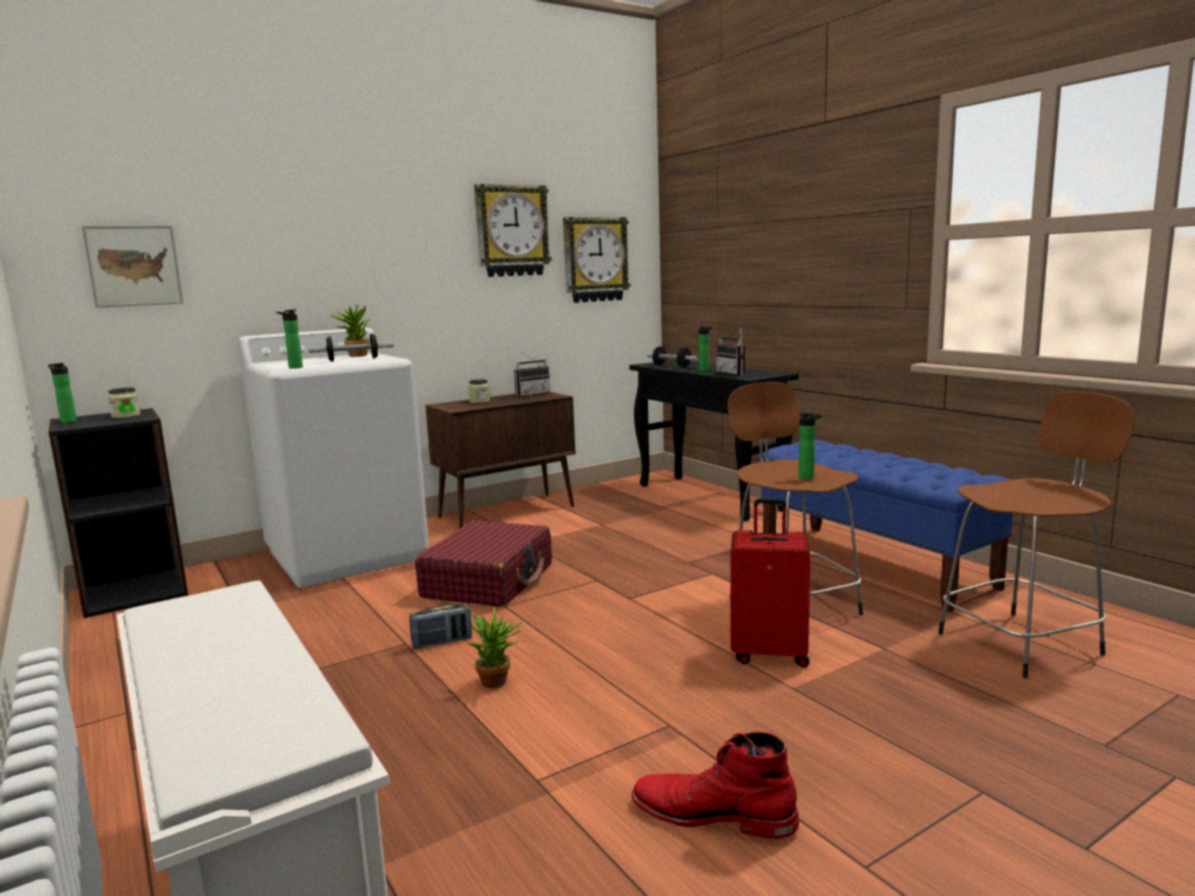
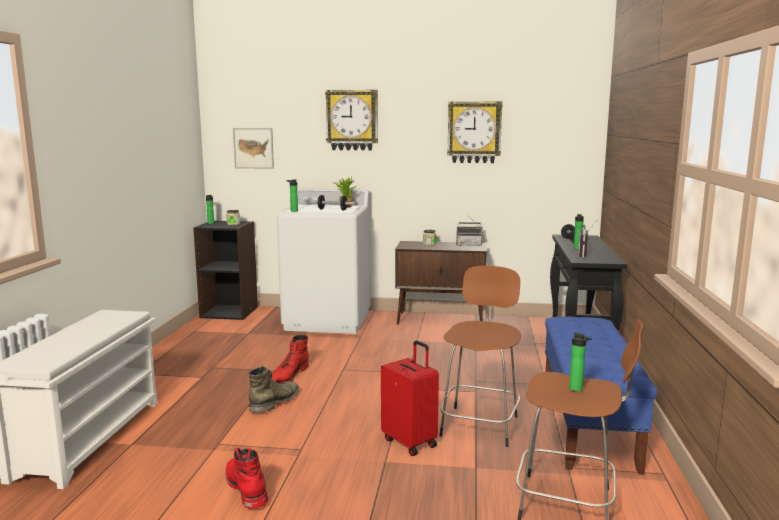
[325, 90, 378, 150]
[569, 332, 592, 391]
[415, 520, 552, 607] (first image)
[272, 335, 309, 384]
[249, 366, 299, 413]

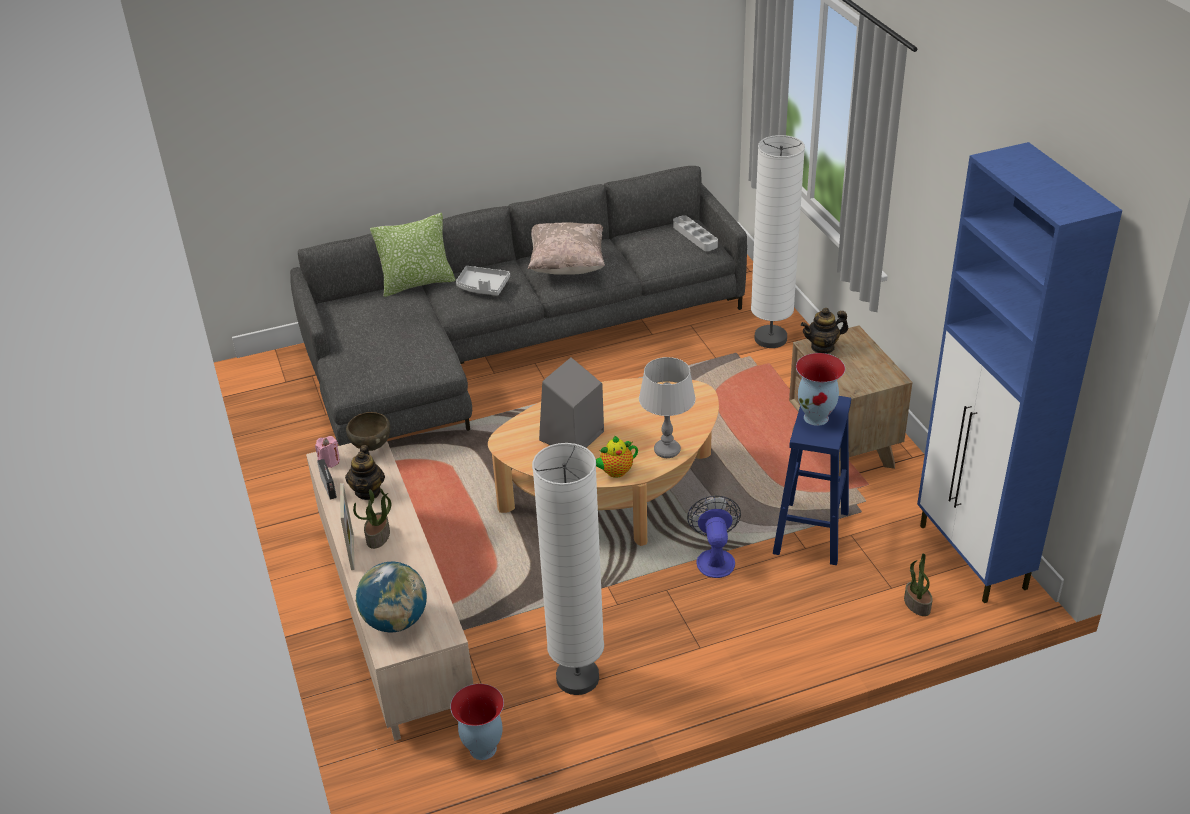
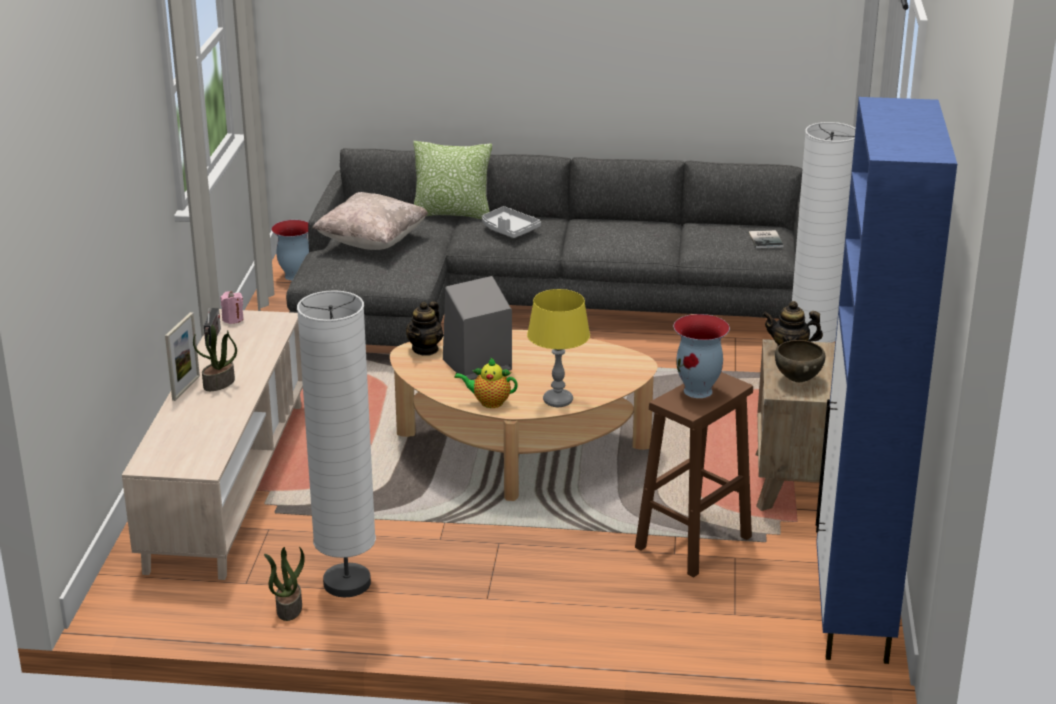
[749, 230, 783, 248]
[312, 192, 428, 250]
[527, 289, 590, 407]
[635, 372, 753, 577]
[775, 340, 825, 382]
[406, 301, 443, 356]
[687, 495, 741, 578] (first image)
[264, 547, 305, 621]
[356, 562, 427, 633] (first image)
[271, 220, 309, 281]

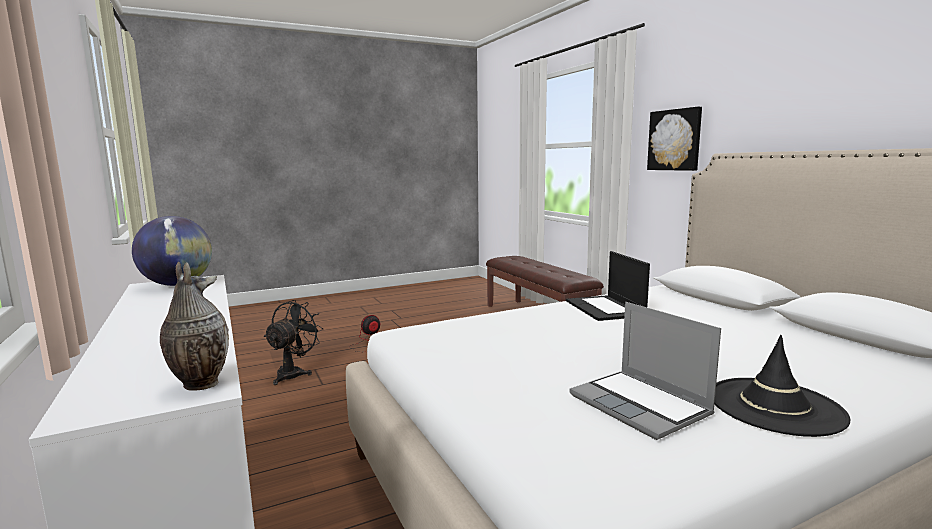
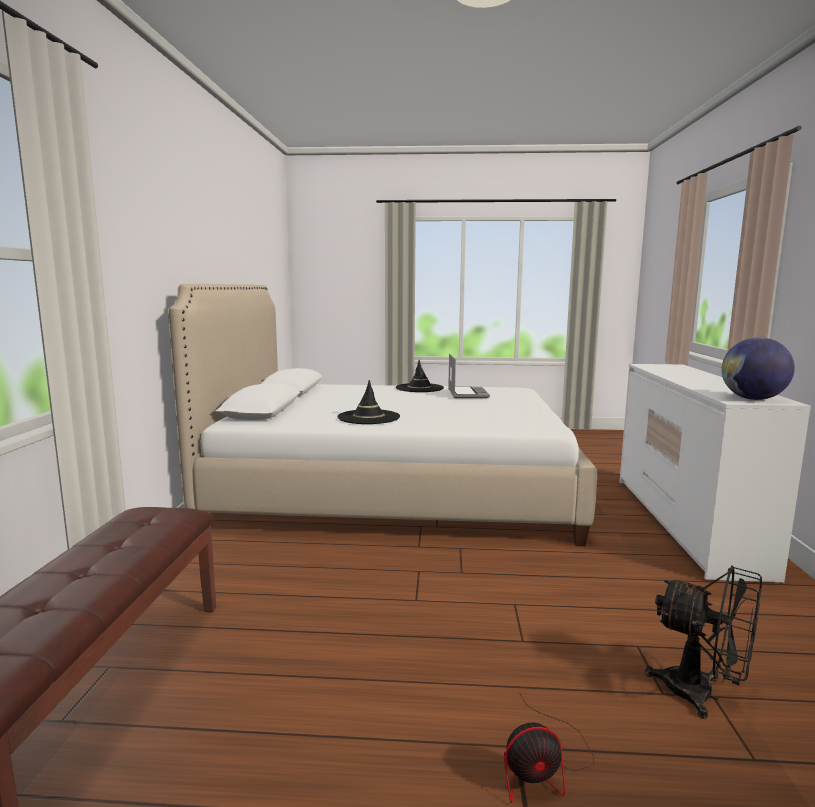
[647, 107, 702, 171] (first image)
[337, 380, 400, 424]
[160, 262, 229, 391] (first image)
[645, 566, 762, 719]

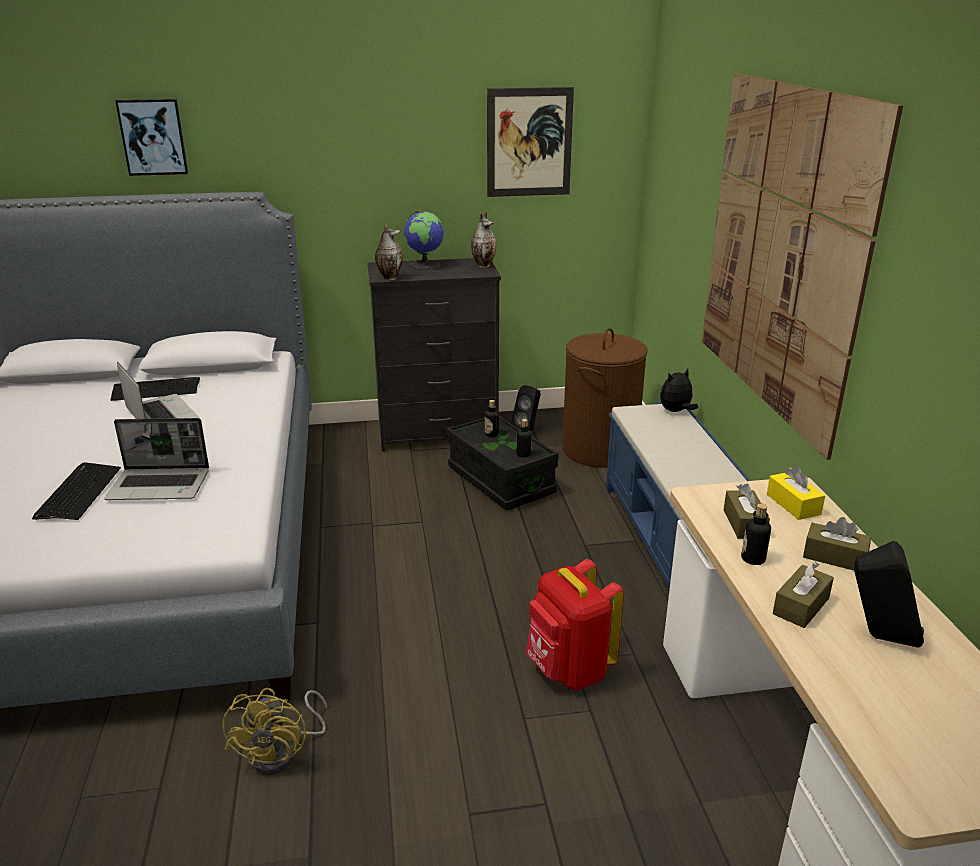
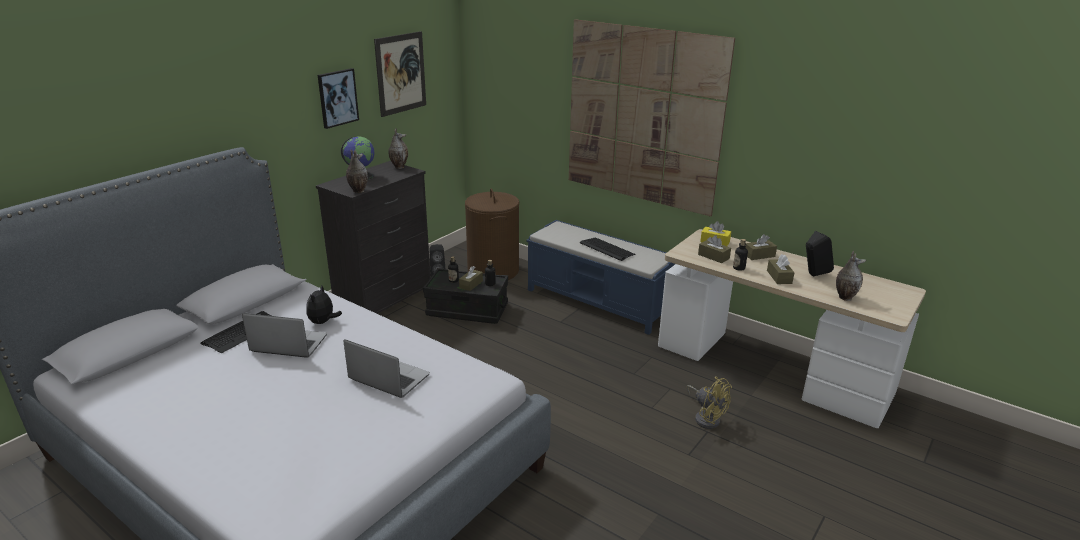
[318, 68, 359, 129]
[306, 286, 342, 324]
[343, 339, 430, 398]
[580, 237, 635, 261]
[526, 559, 624, 691] (first image)
[687, 376, 732, 429]
[836, 251, 866, 301]
[459, 266, 483, 291]

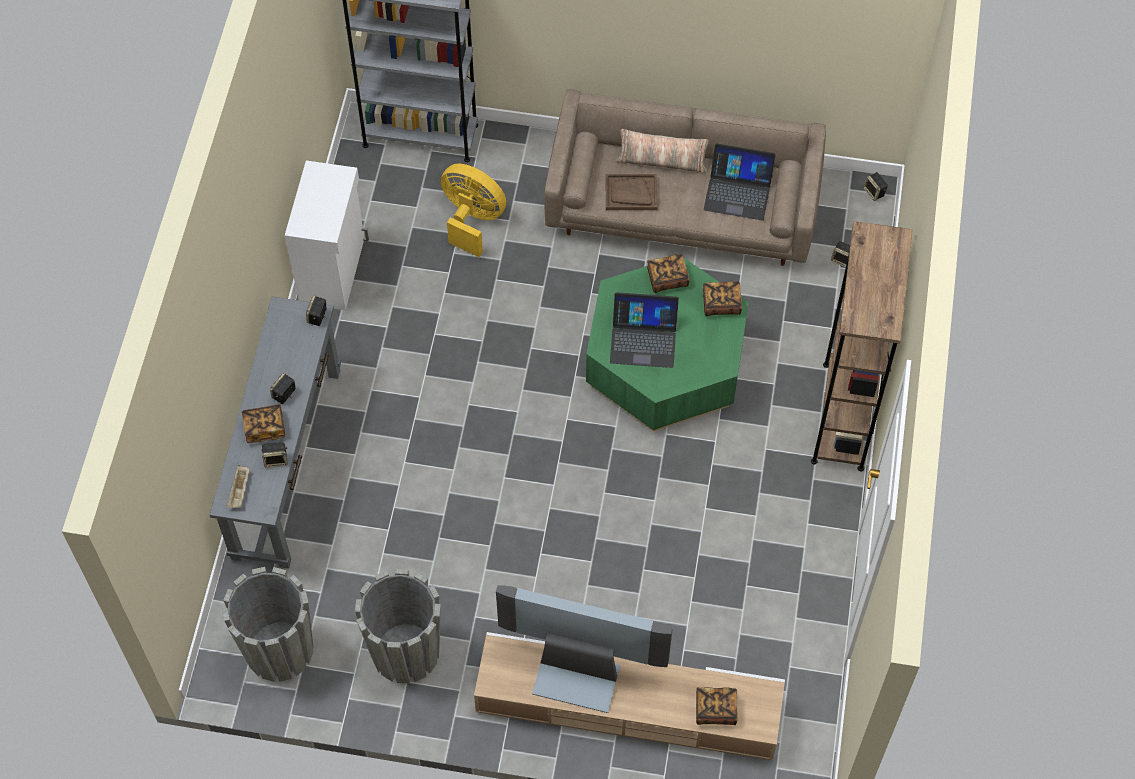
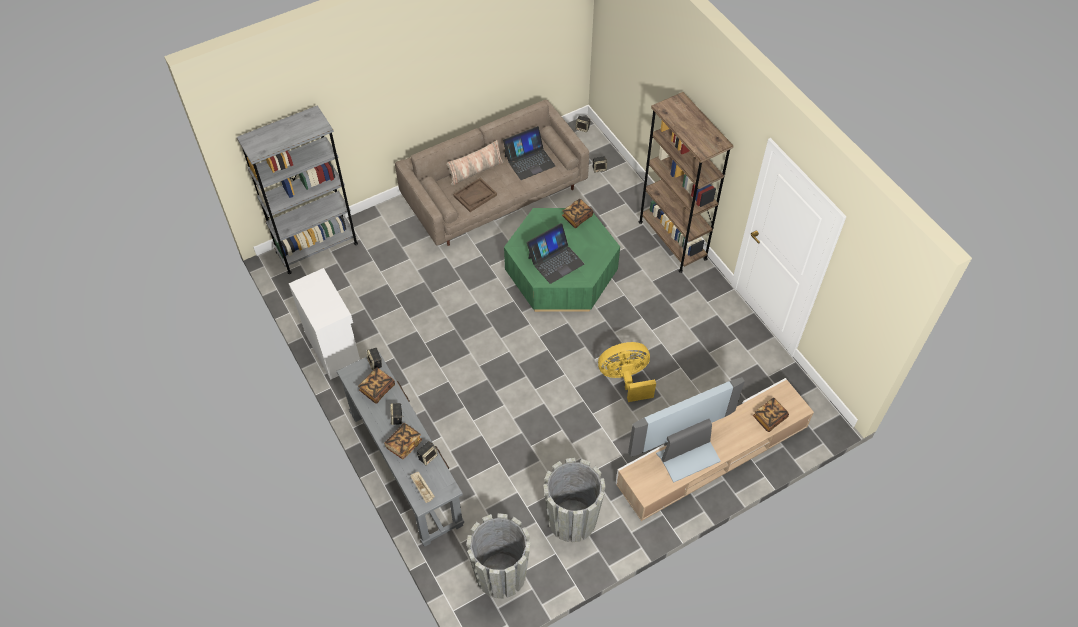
[598, 342, 656, 402]
[358, 368, 395, 404]

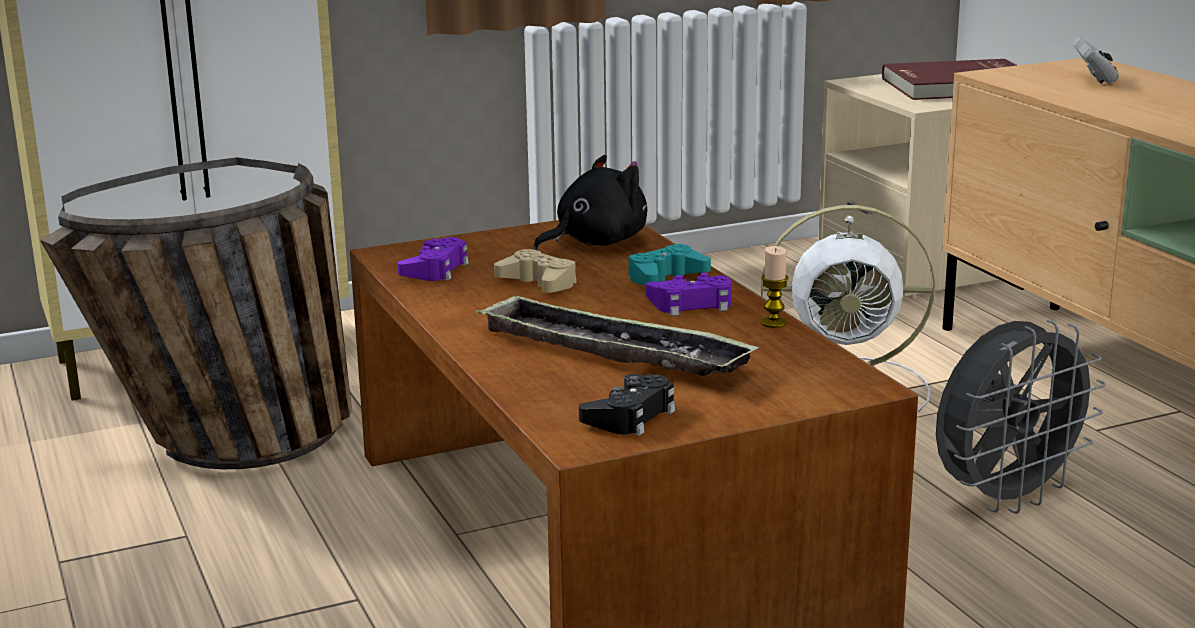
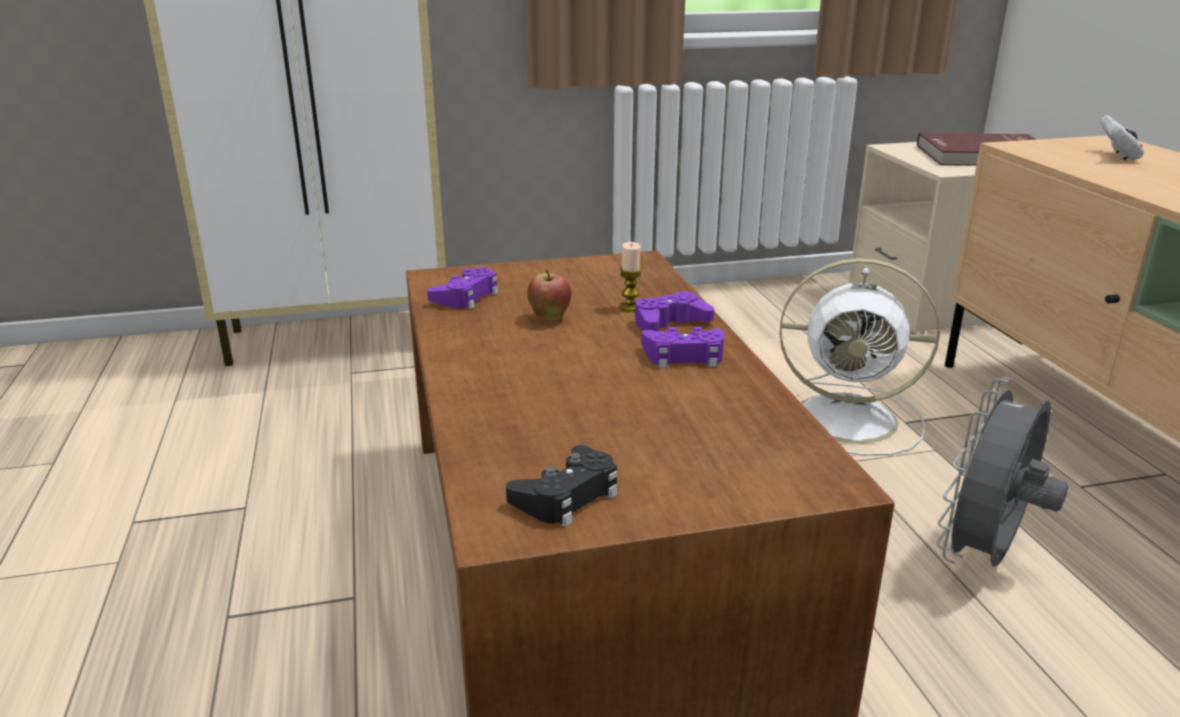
[534, 155, 647, 250] (first image)
[40, 157, 352, 469] (first image)
[635, 291, 714, 332]
[619, 242, 642, 312]
[527, 269, 571, 320]
[476, 294, 759, 376] (first image)
[936, 377, 1068, 567]

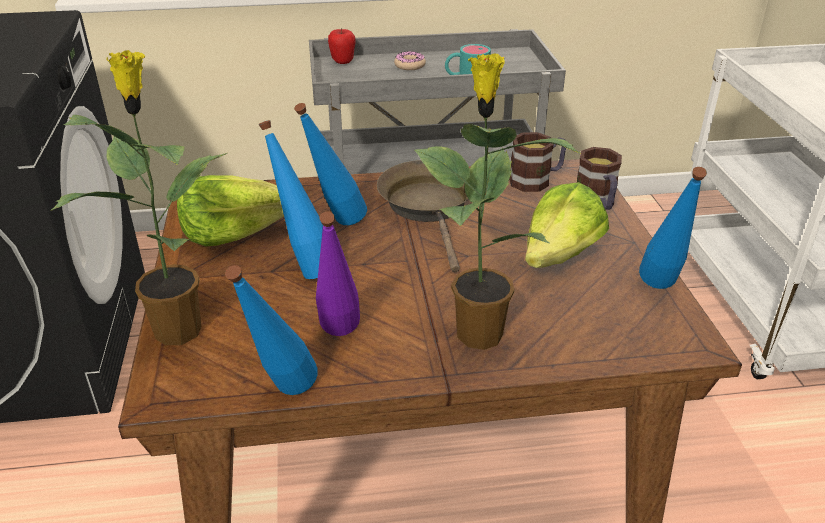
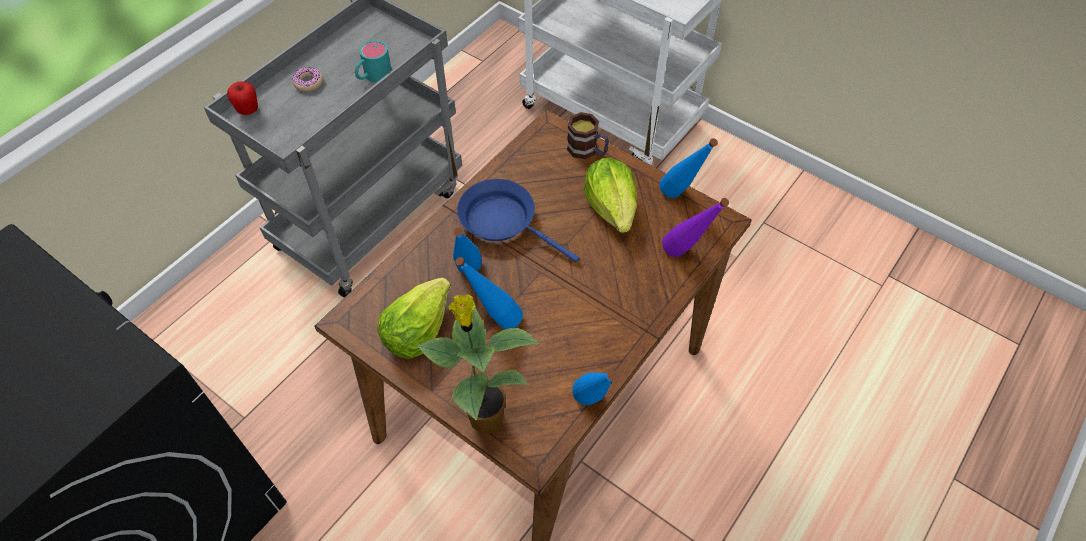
[414, 53, 582, 350] (first image)
[509, 132, 566, 192] (first image)
[457, 179, 580, 262]
[662, 198, 729, 257]

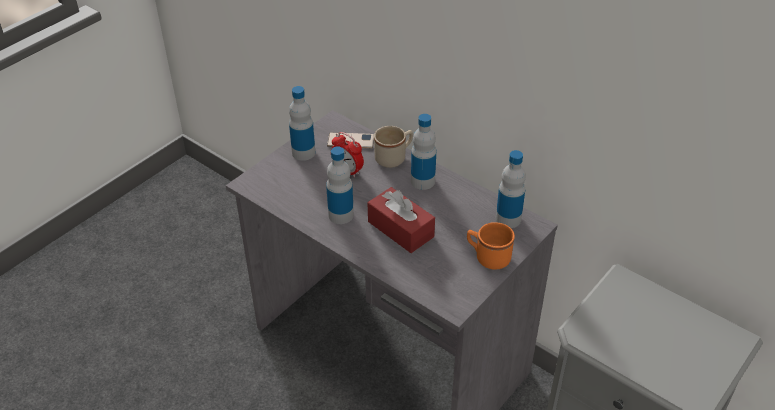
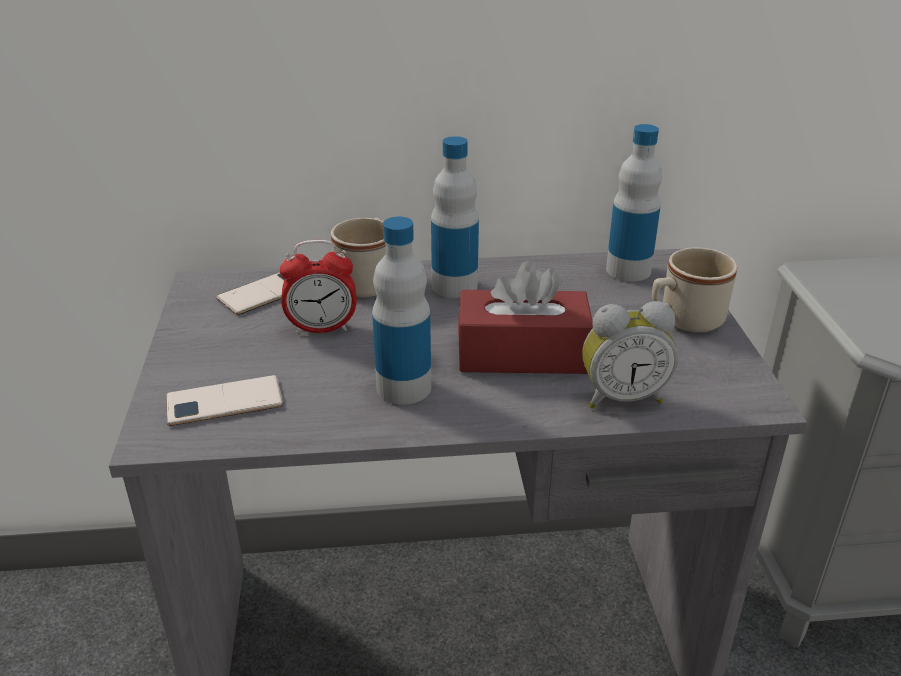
[289, 86, 315, 161] (first image)
[652, 247, 737, 333]
[582, 301, 678, 409]
[166, 375, 283, 426]

